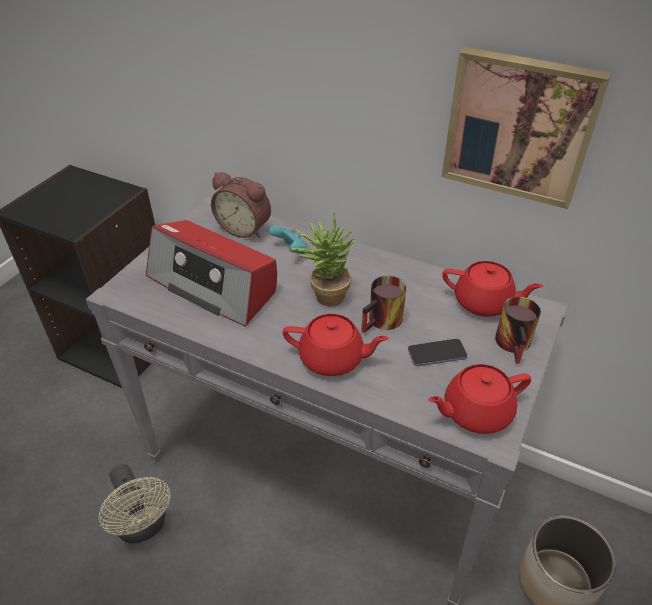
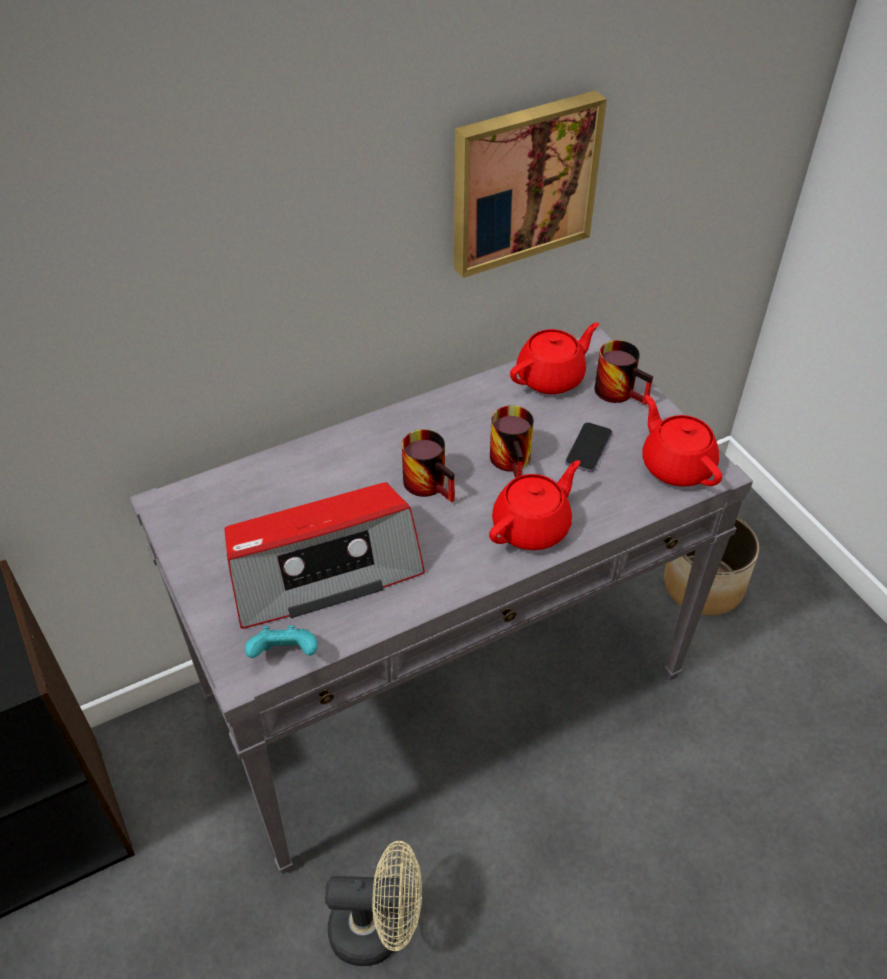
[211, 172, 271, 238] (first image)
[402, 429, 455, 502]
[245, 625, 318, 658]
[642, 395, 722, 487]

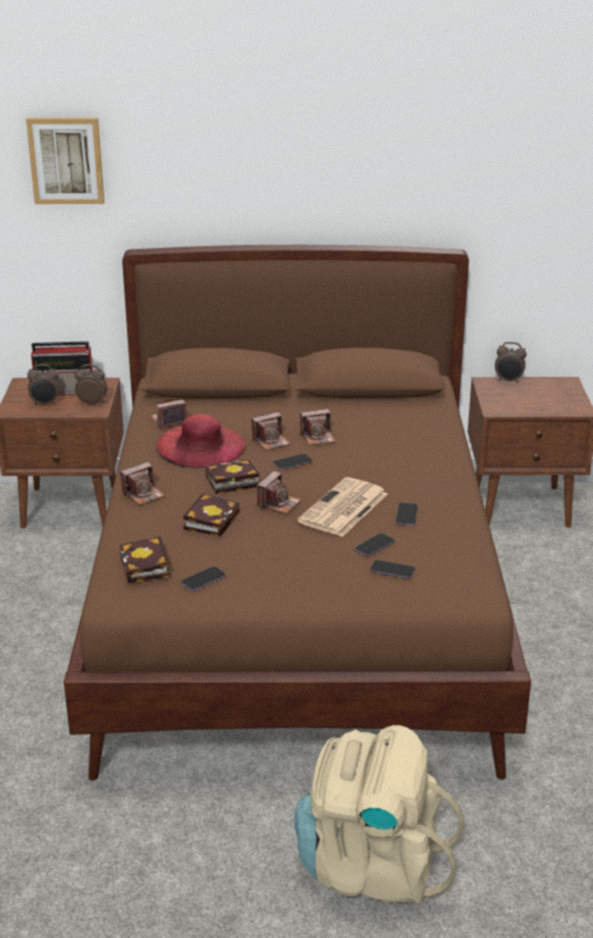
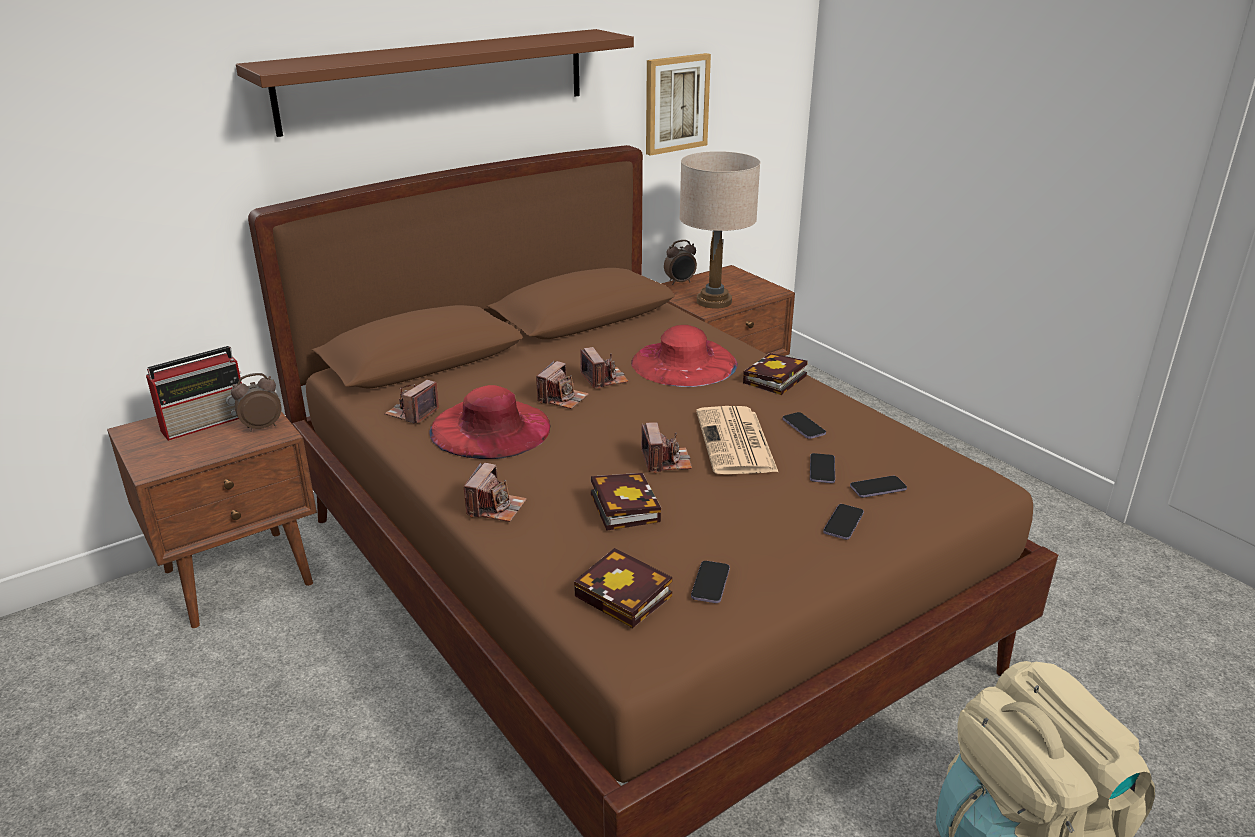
[646, 53, 711, 156]
[27, 364, 59, 406] (first image)
[580, 347, 629, 389]
[823, 504, 864, 540]
[743, 353, 808, 395]
[236, 29, 634, 137]
[679, 151, 760, 309]
[631, 325, 738, 387]

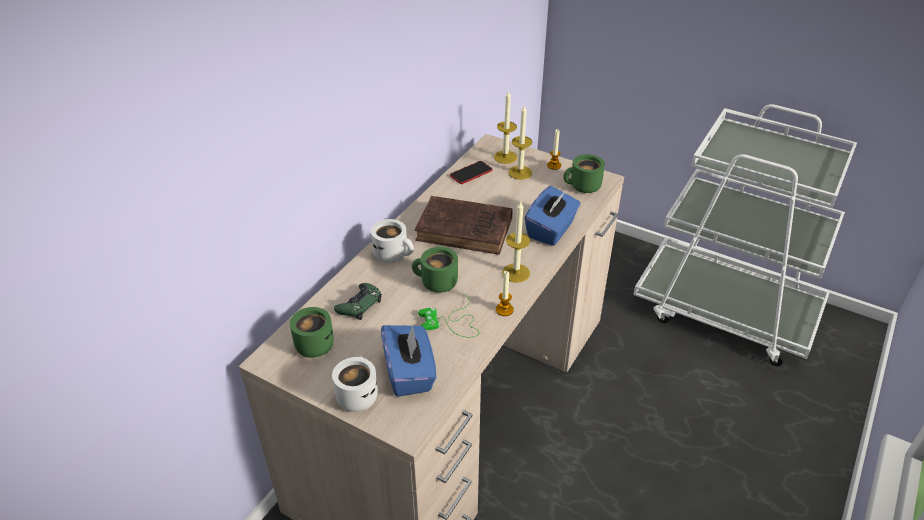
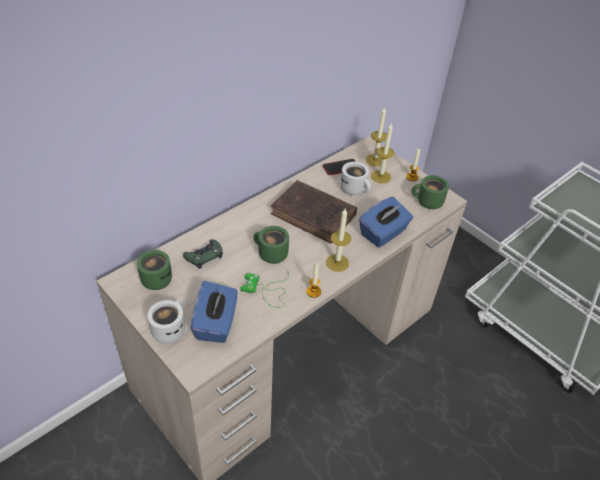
[340, 162, 371, 195]

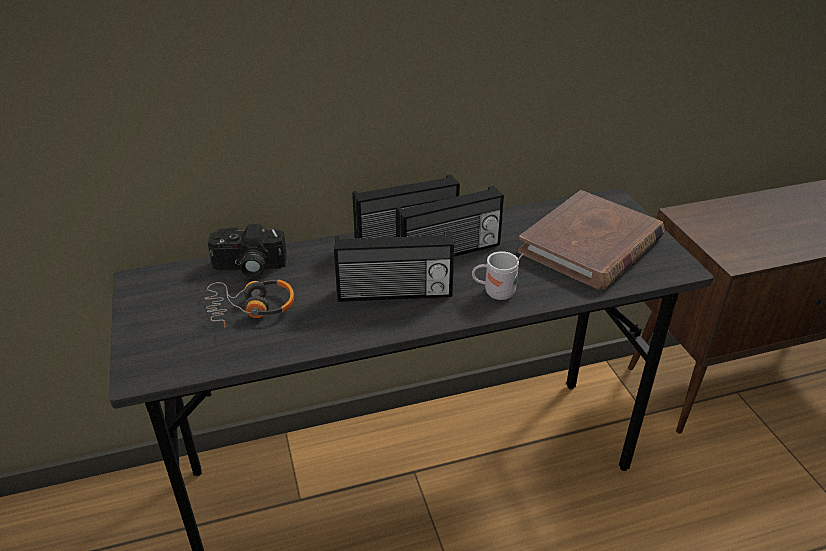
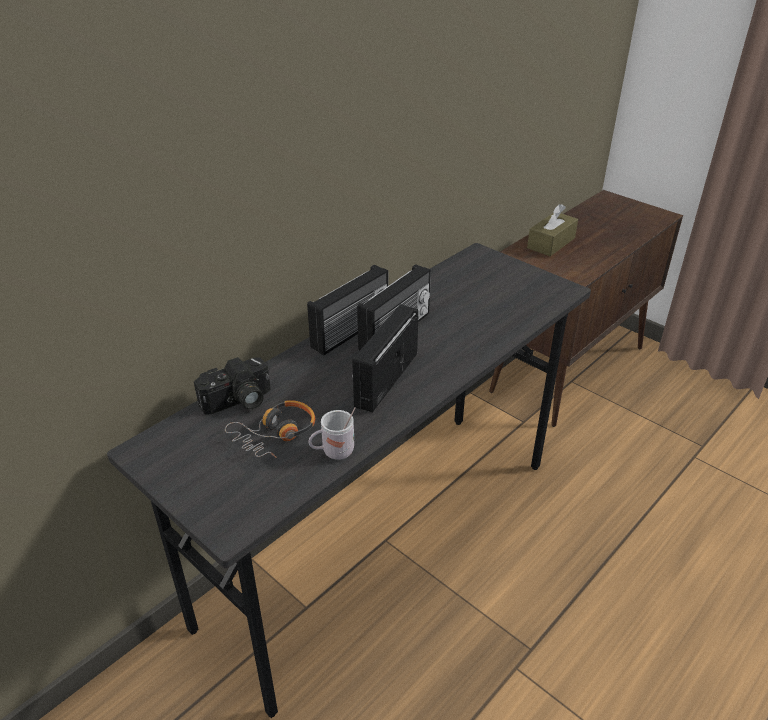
[518, 190, 665, 290] (first image)
[352, 304, 419, 413]
[309, 407, 356, 460]
[527, 204, 578, 256]

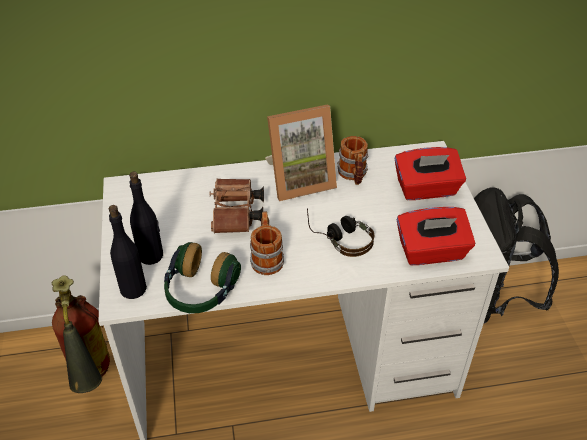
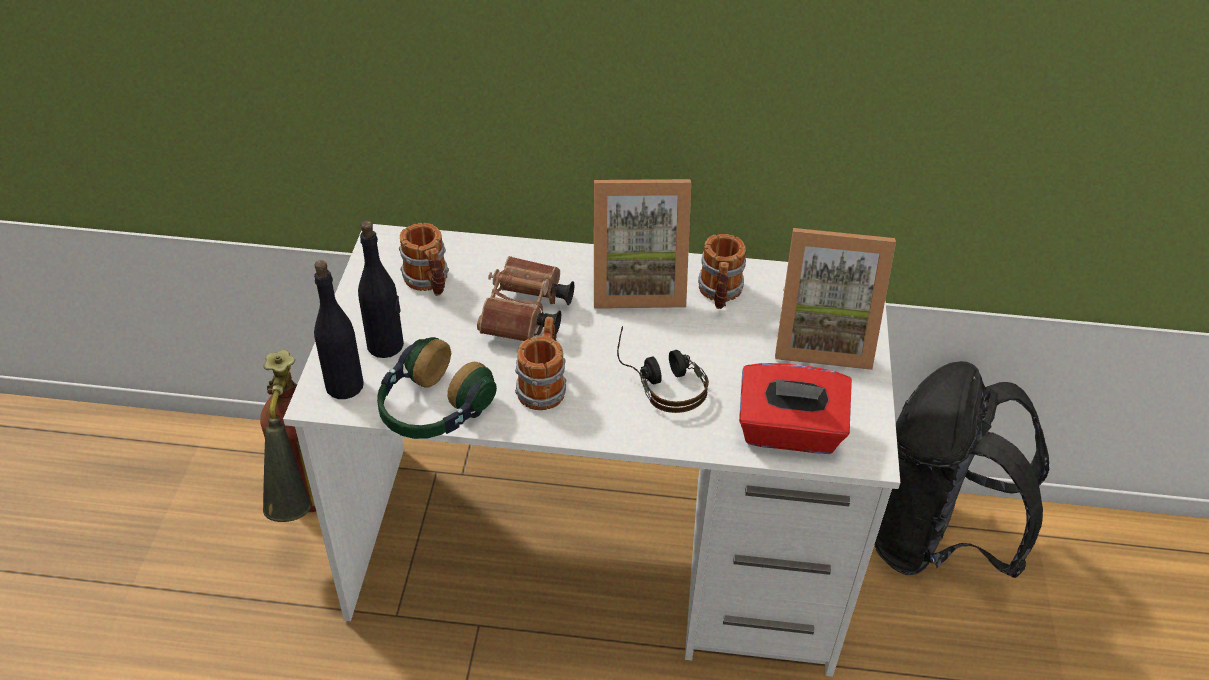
[775, 228, 896, 370]
[399, 223, 449, 296]

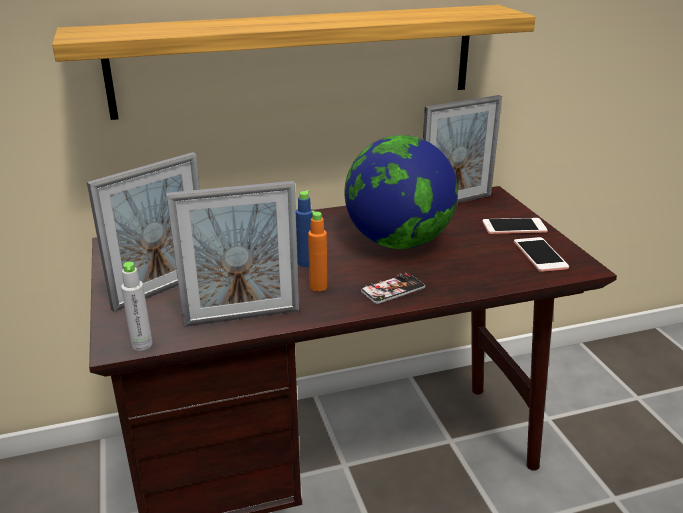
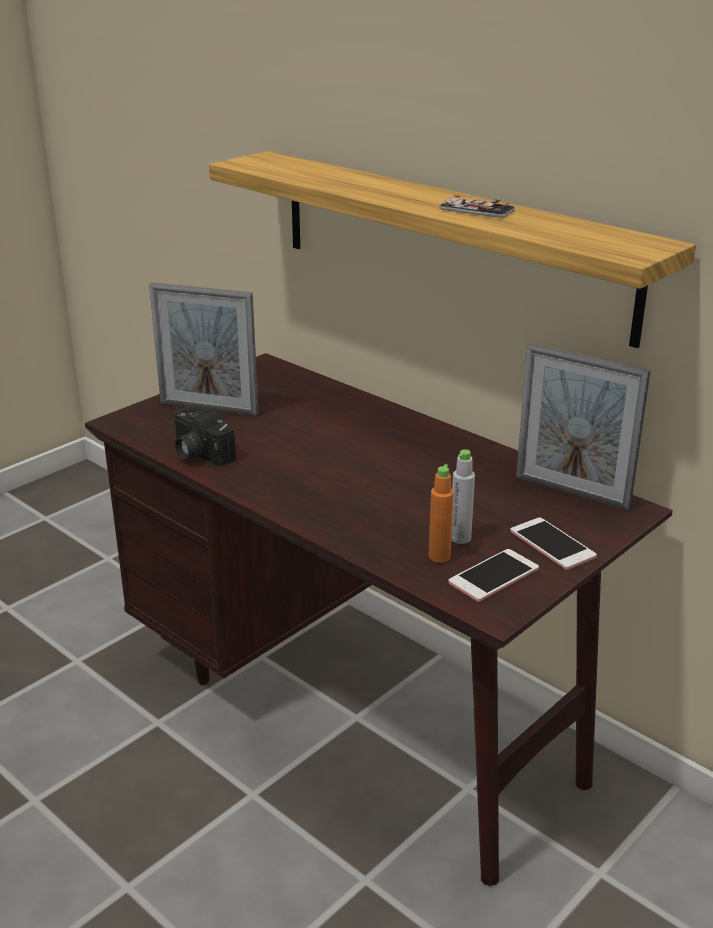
[344, 135, 458, 249] (first image)
[172, 406, 236, 466]
[296, 190, 313, 267] (first image)
[429, 464, 454, 563]
[451, 449, 475, 544]
[439, 195, 515, 218]

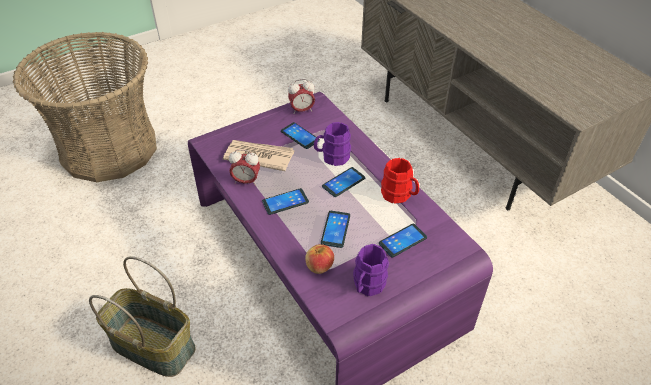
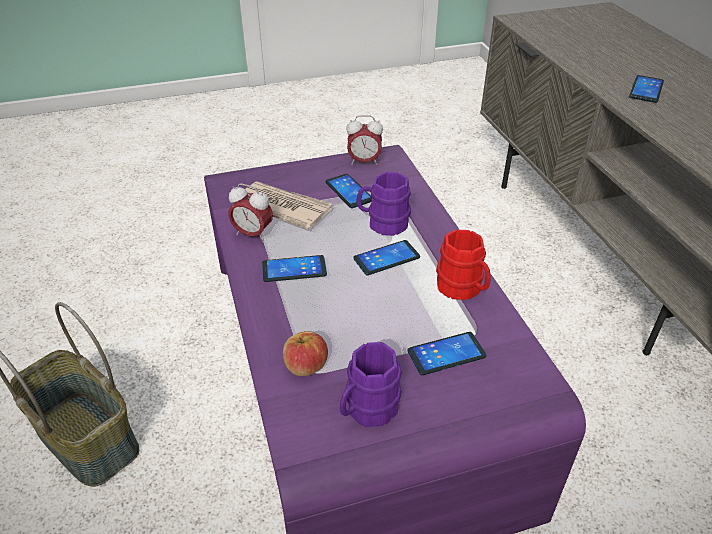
[13, 32, 157, 182] (first image)
[629, 75, 664, 103]

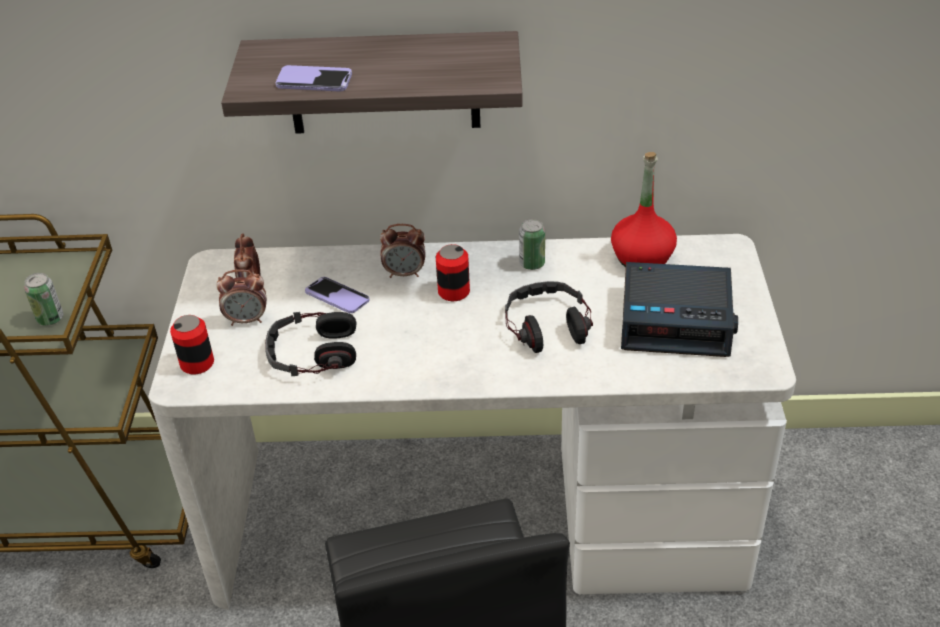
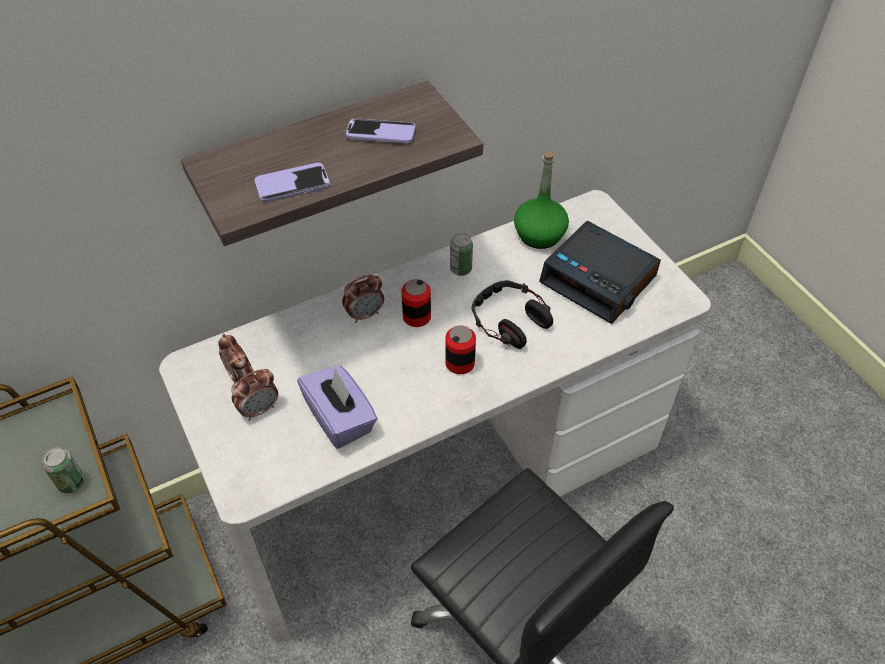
[514, 152, 569, 249]
[539, 221, 661, 324]
[346, 118, 416, 143]
[297, 365, 378, 449]
[445, 325, 476, 374]

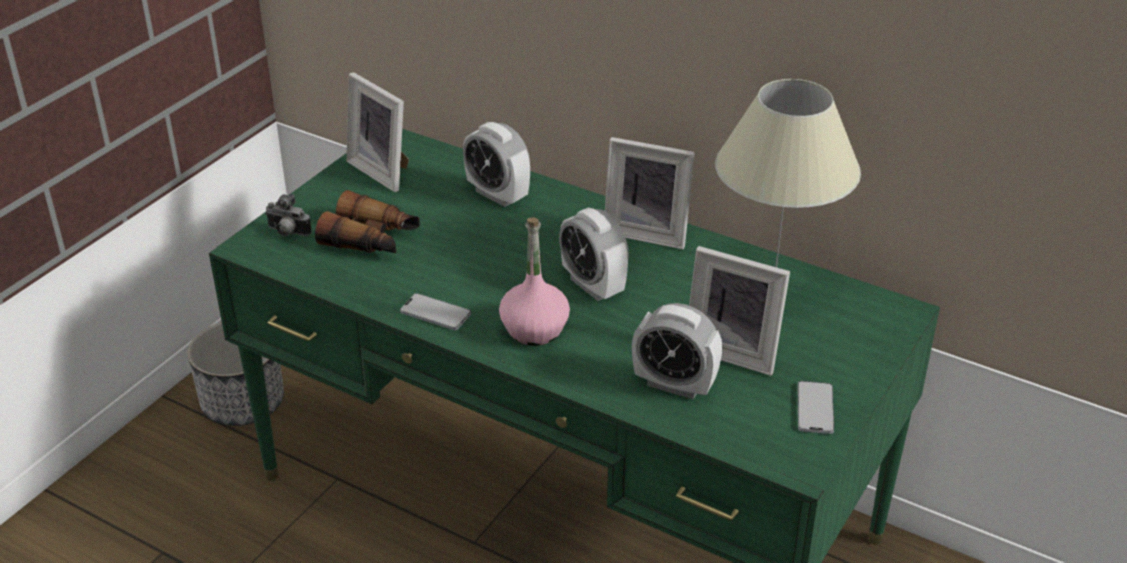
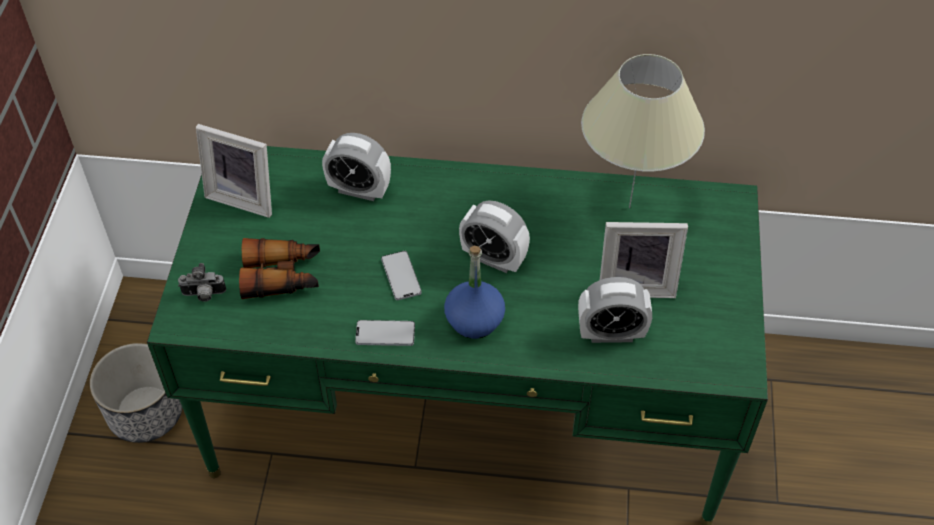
[605, 137, 695, 249] (first image)
[444, 246, 505, 339]
[381, 251, 422, 300]

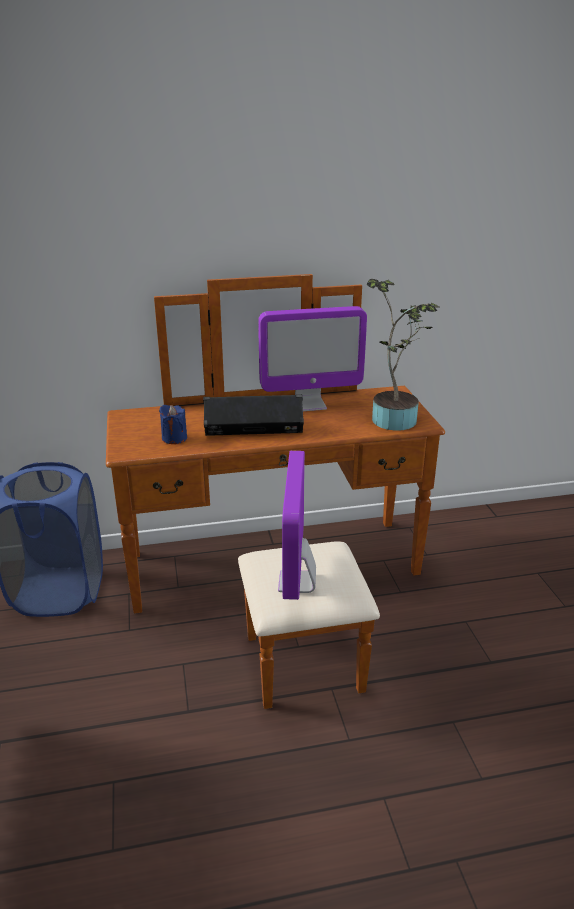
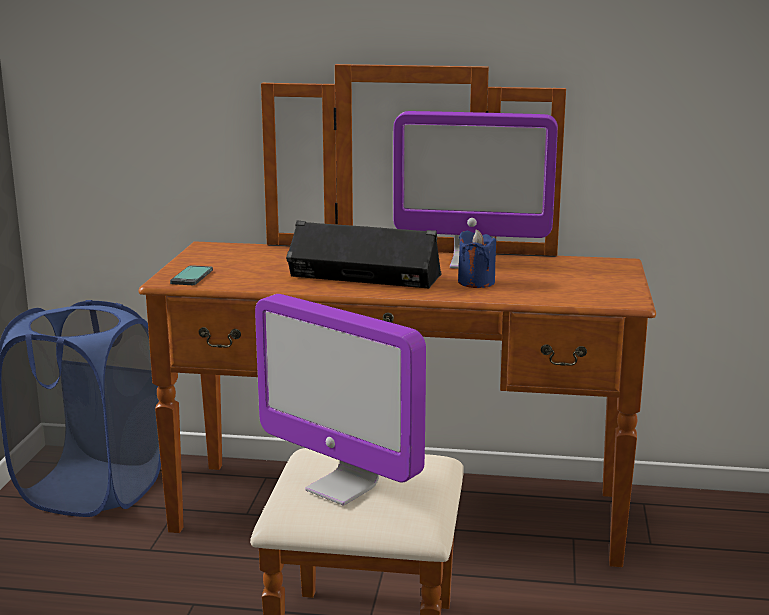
[367, 279, 440, 431] (first image)
[458, 230, 496, 288]
[255, 294, 426, 505]
[170, 265, 213, 285]

